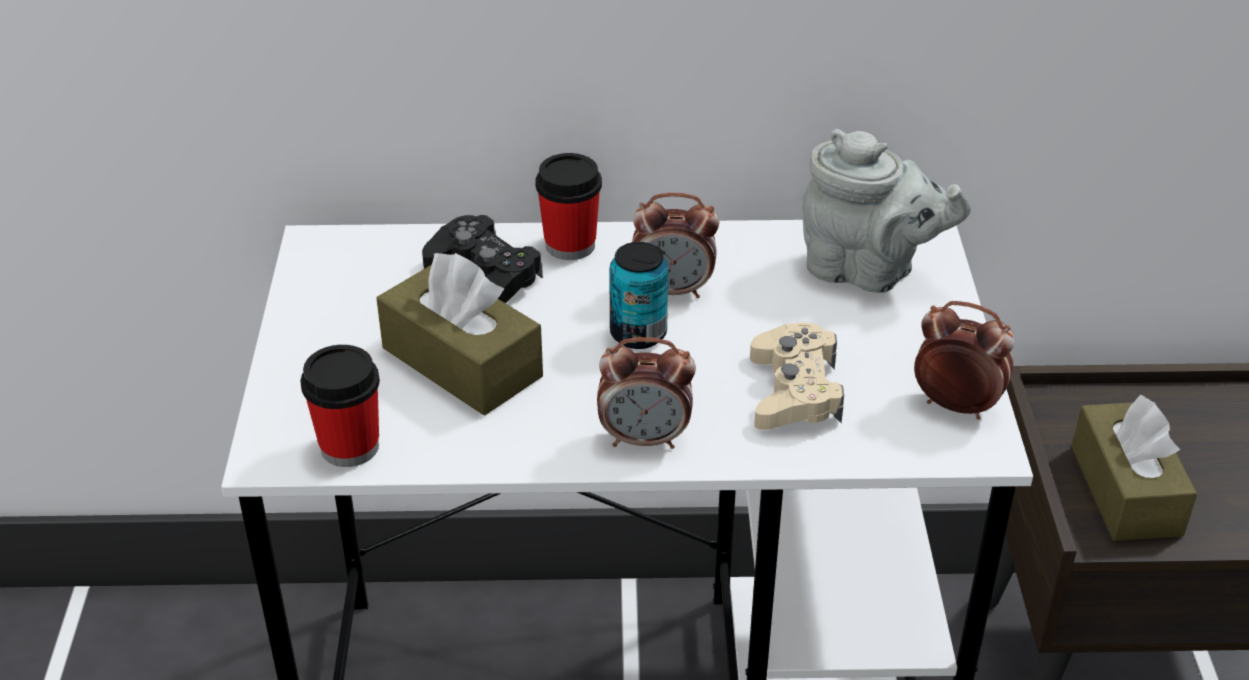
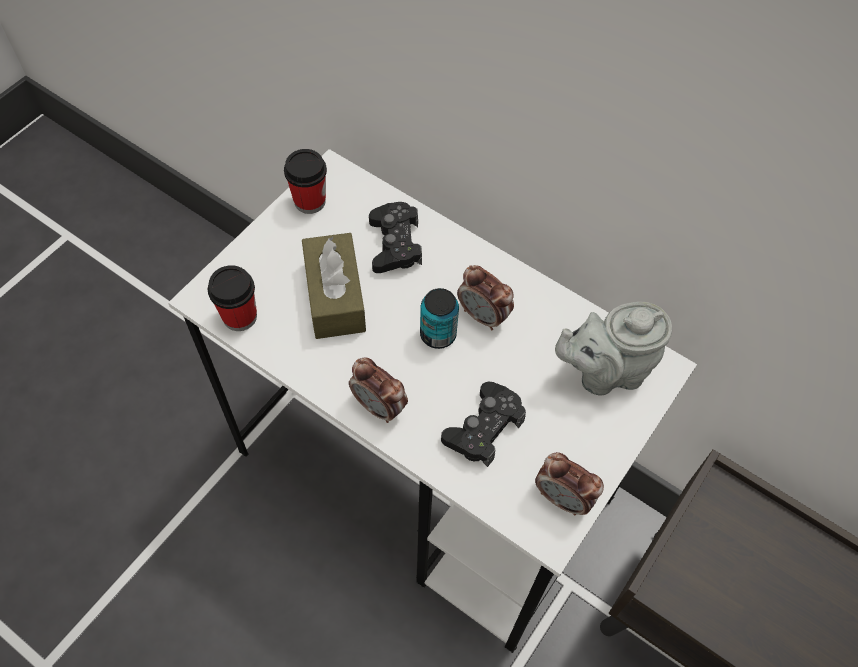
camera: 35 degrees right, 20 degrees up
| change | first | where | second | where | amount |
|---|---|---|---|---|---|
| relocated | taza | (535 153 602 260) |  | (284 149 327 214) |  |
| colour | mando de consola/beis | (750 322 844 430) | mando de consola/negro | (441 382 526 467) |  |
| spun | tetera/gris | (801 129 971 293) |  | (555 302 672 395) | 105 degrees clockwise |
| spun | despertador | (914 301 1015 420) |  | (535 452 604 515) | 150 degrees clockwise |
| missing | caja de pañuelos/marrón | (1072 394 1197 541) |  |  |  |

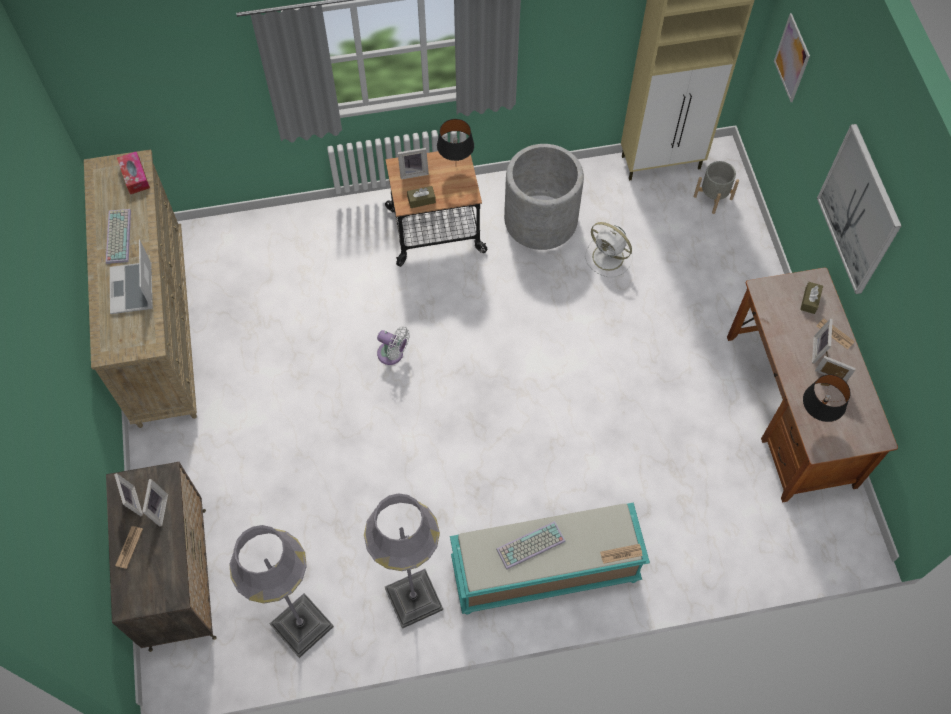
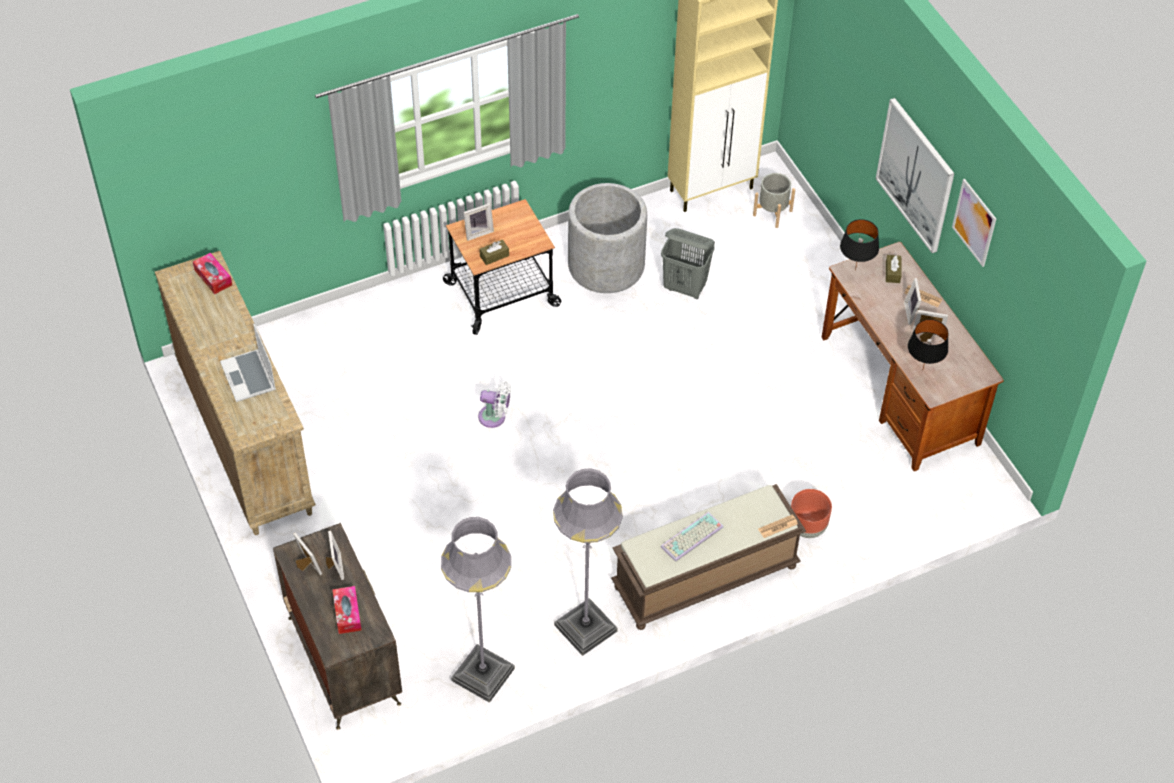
camera: 15 degrees left, 10 degrees down
| change | first | where | second | where | amount |
|---|---|---|---|---|---|
| missing | teclado | (106 209 131 264) |  |  |  |
| missing | periódico | (115 526 143 569) |  |  |  |
| relocated | lámpara de mesa/negro | (437 119 474 161) |  | (840 219 879 271) |  |
| colour | banco/turquesa | (450 503 650 614) | banco/marrón | (611 484 806 630) |  |
| exchanged | ventilador/blanco | (585 222 633 277) | cesto de la ropa/gris | (661 228 715 299) |  |
| relocated | cuadro | (774 13 810 102) |  | (952 179 996 267) |  |
| appeared |  |  | caja de pañuelos | (332 586 361 634) |  |
| appeared |  |  | maceta/marrón | (791 489 832 538) |  |

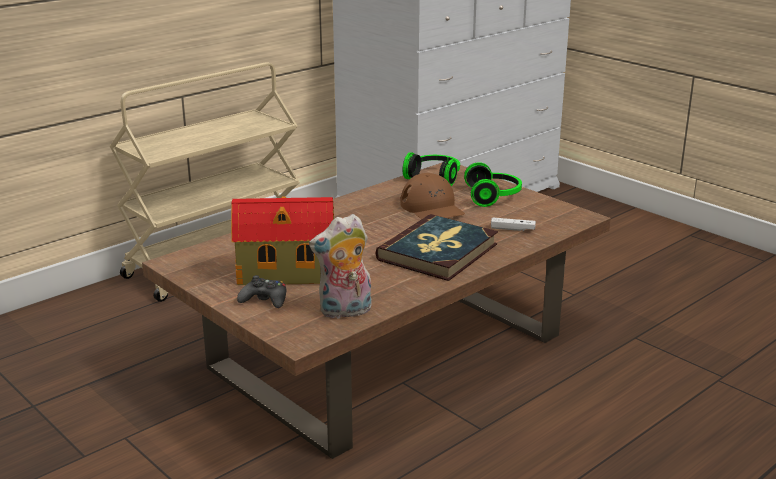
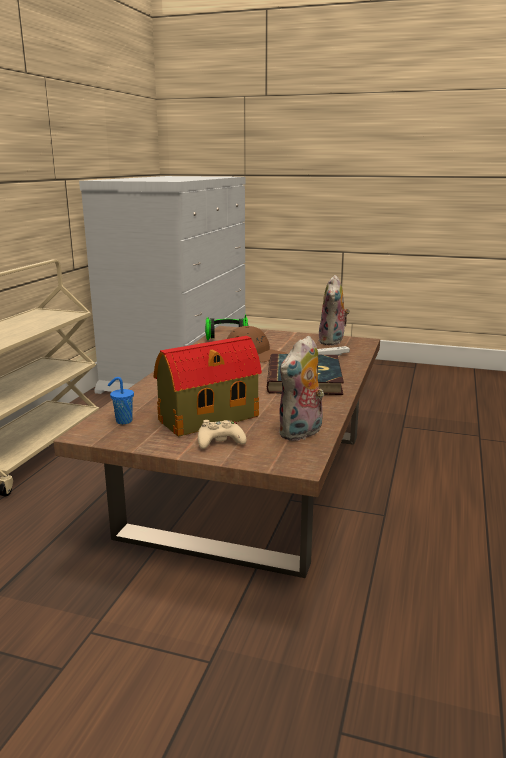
camera: 30 degrees left, 5 degrees down
| change | first | where | second | where | amount |
|---|---|---|---|---|---|
| colour | mando de consola/negro | (237 275 286 308) | mando de consola/beis | (198 420 247 449) |  |
| missing | auriculares | (464 162 522 207) |  |  |  |
| appeared |  |  | taza/azul | (108 377 134 424) |  |
| appeared |  |  | peluche | (318 275 350 346) |  |

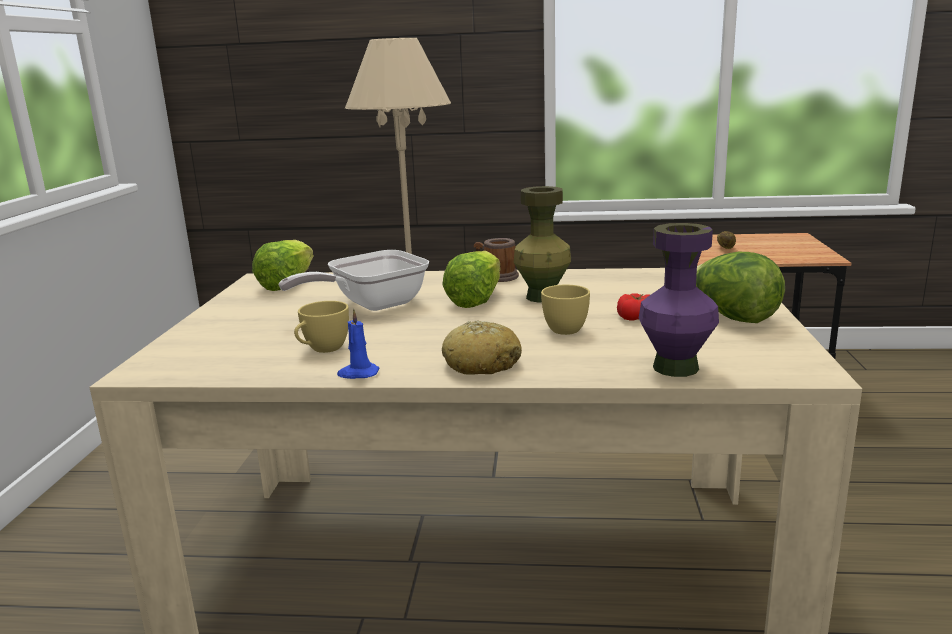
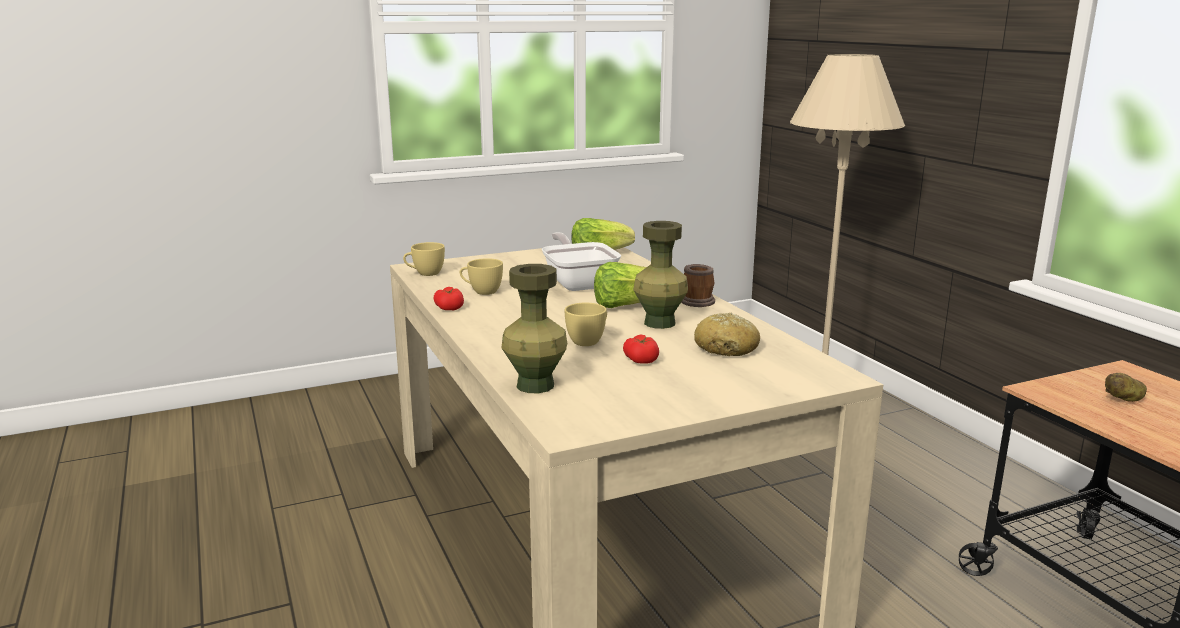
camera: 60 degrees right, 0 degrees up
| change | first | where | second | where | amount |
|---|---|---|---|---|---|
| spun | sartén | (279 250 429 311) |  | (542 232 621 291) | 45 degrees clockwise |
| exchanged | vela/azul | (337 308 379 379) | tomate | (433 287 464 310) |  |
| relocated | pan | (442 321 522 375) |  | (694 313 760 356) |  |
| colour | florero/morado | (639 223 719 377) | florero/verde | (501 264 567 393) |  |
| missing | lechuga | (696 252 785 323) |  |  |  |
| appeared |  |  | taza/amarillo | (403 242 445 276) |  |

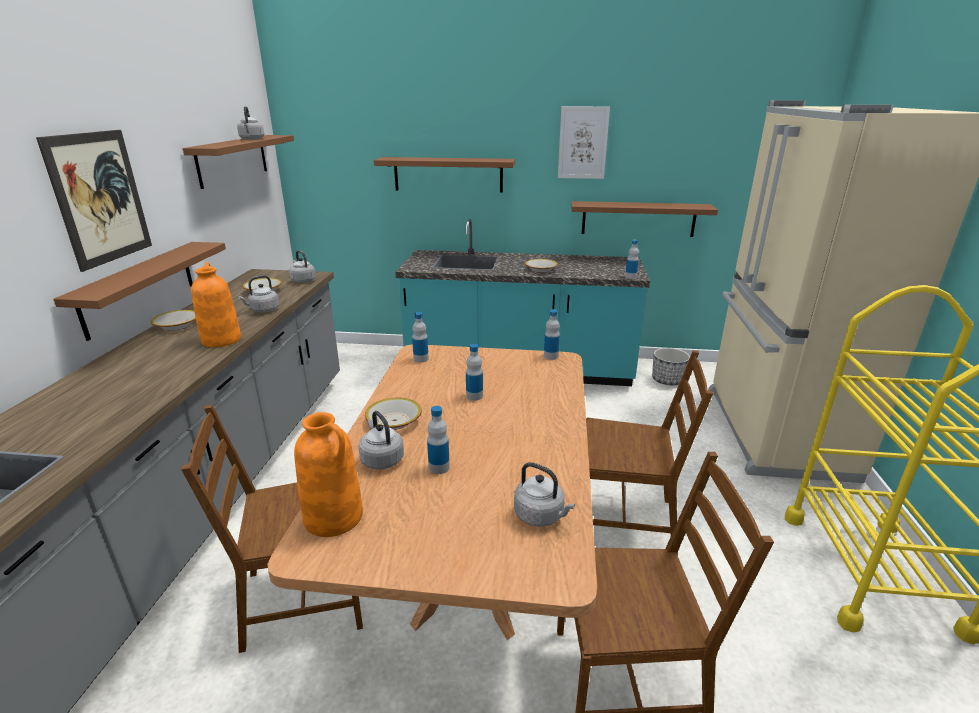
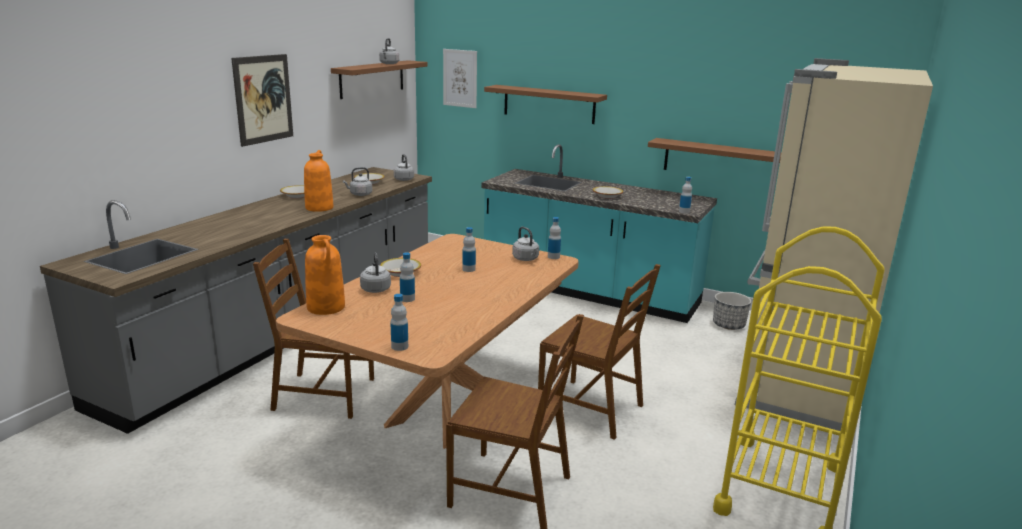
camera: 20 degrees right, 5 degrees down
| change | first | where | second | where | amount |
|---|---|---|---|---|---|
| missing | estante/marrón | (53 242 226 341) |  |  |  |
| relocated | botella | (412 312 429 363) |  | (390 294 408 351) |  |
| relocated | hervidor/gris | (514 462 575 527) |  | (512 227 539 261) |  |
| relocated | cuadro | (558 106 610 179) |  | (443 49 477 108) |  |

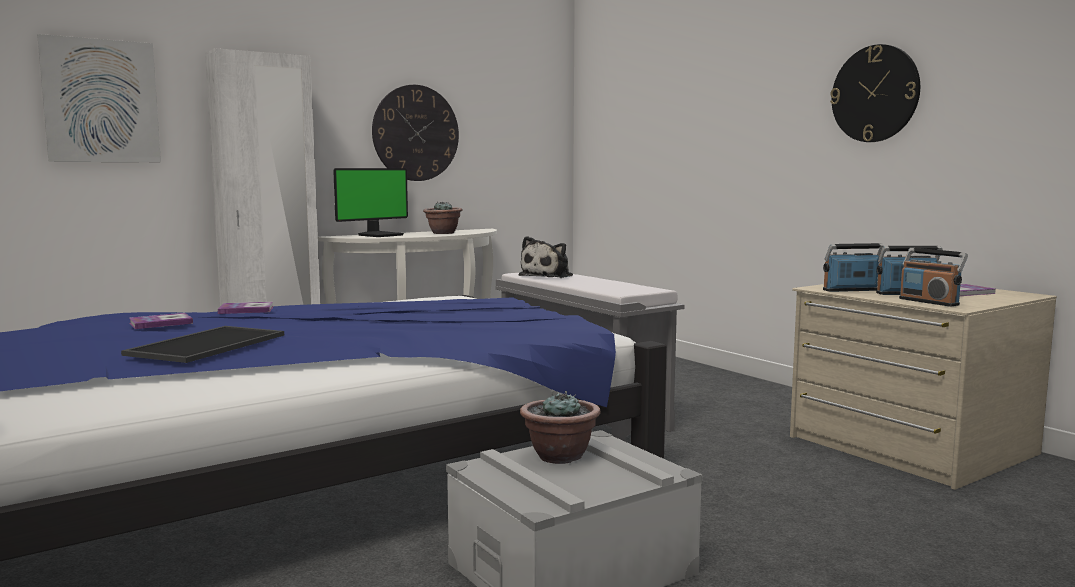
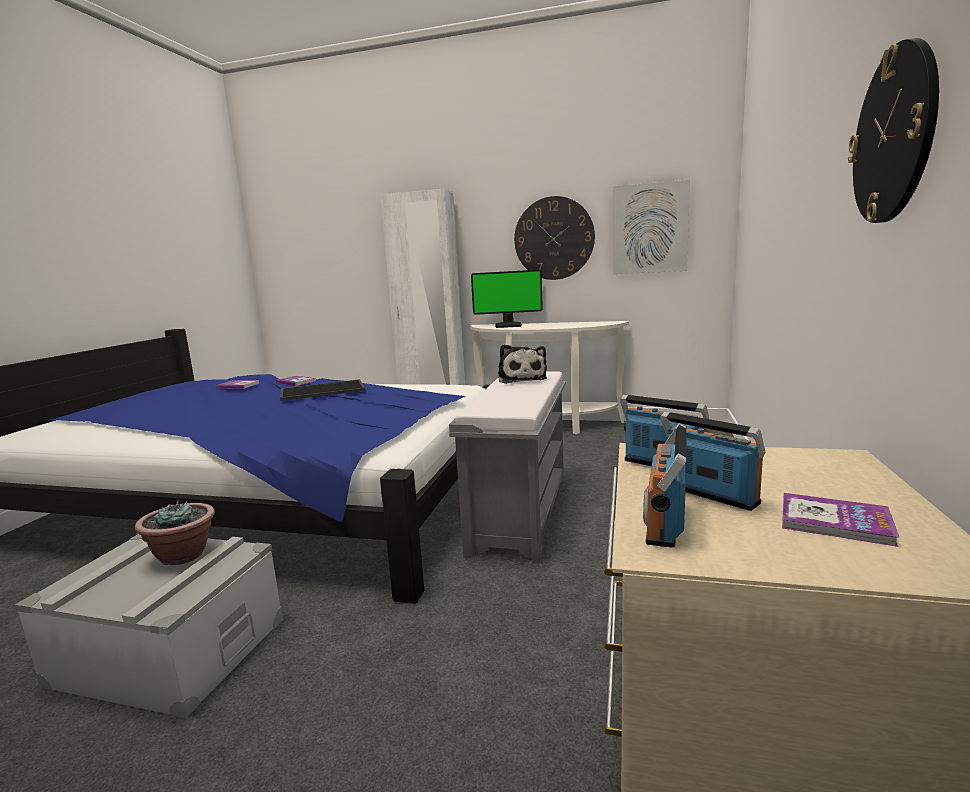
camera: 50 degrees right, 5 degrees up
| change | first | where | second | where | amount |
|---|---|---|---|---|---|
| relocated | cuadro | (37 34 161 162) |  | (613 180 690 274) |  |
| relocated | bandeja | (121 326 284 363) |  | (280 379 365 401) |  |
| missing | planta en maceta | (423 201 462 234) |  |  |  |
| spun | peluche | (519 236 573 278) |  | (498 344 547 384) | 90 degrees counterclockwise |

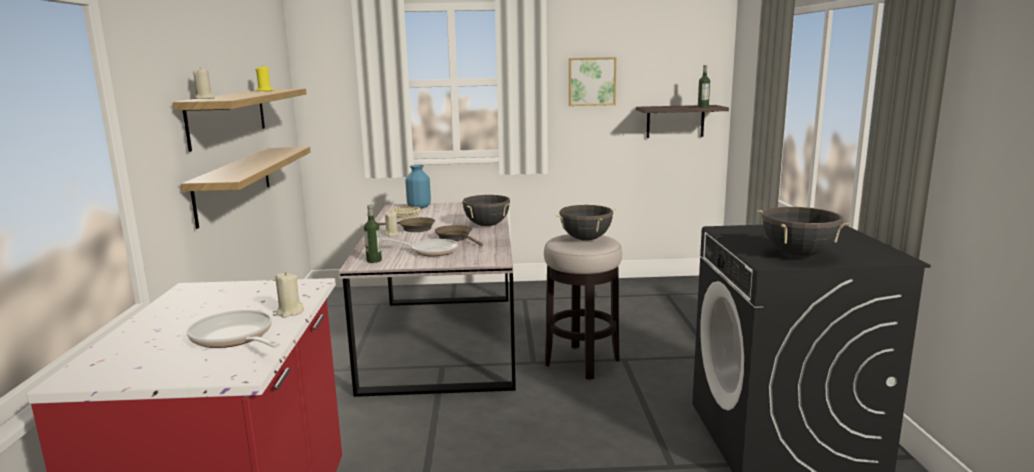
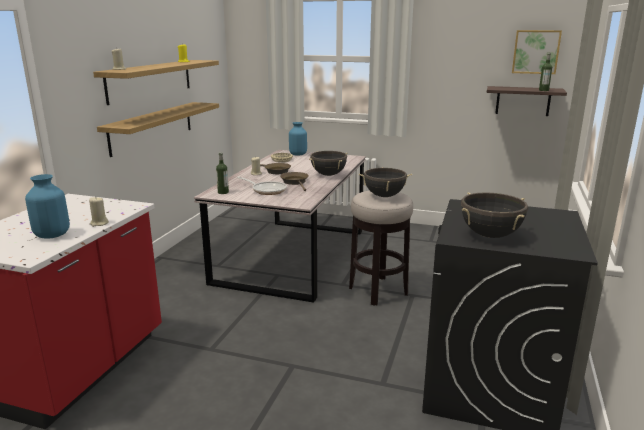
camera: 20 degrees right, 5 degrees up
| change | first | where | second | where | amount |
|---|---|---|---|---|---|
| exchanged | sartén | (187 310 280 348) | florero/azul | (25 174 70 239) |  |
| relocated | cuadro | (569 57 616 106) |  | (512 30 562 74) |  |

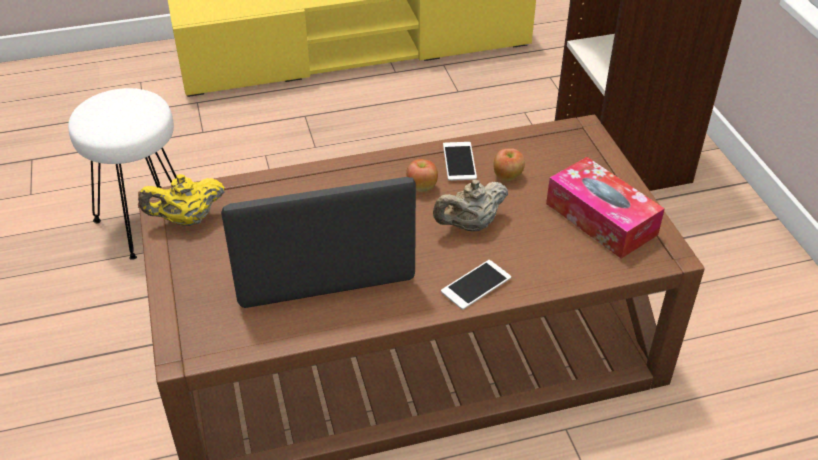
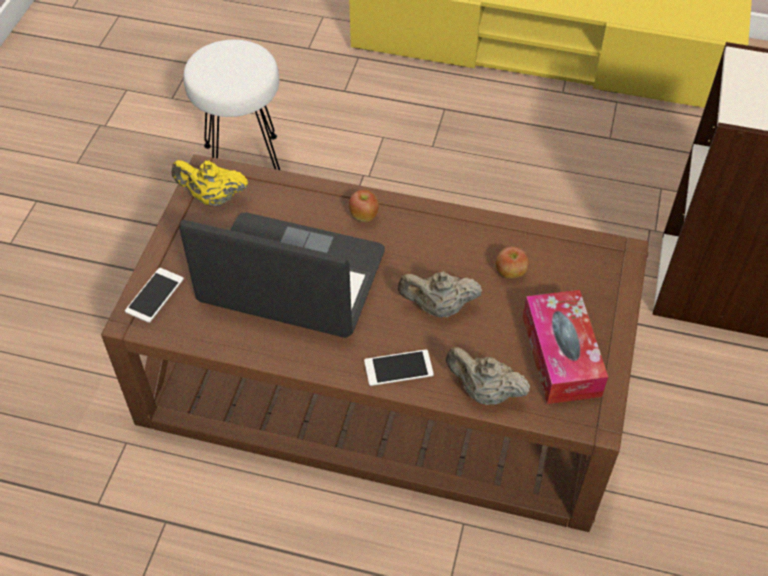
camera: 30 degrees right, 10 degrees up
| change | first | where | second | where | amount |
|---|---|---|---|---|---|
| relocated | manzana | (406 159 438 192) |  | (349 190 379 222) |  |
| relocated | móvil | (443 142 477 181) |  | (125 268 184 323) |  |
| appeared |  |  | tetera/beis | (446 347 530 405) |  |

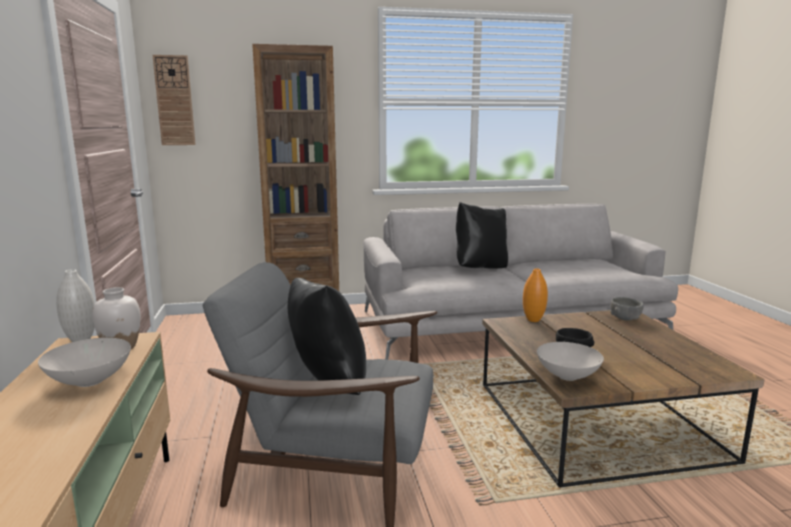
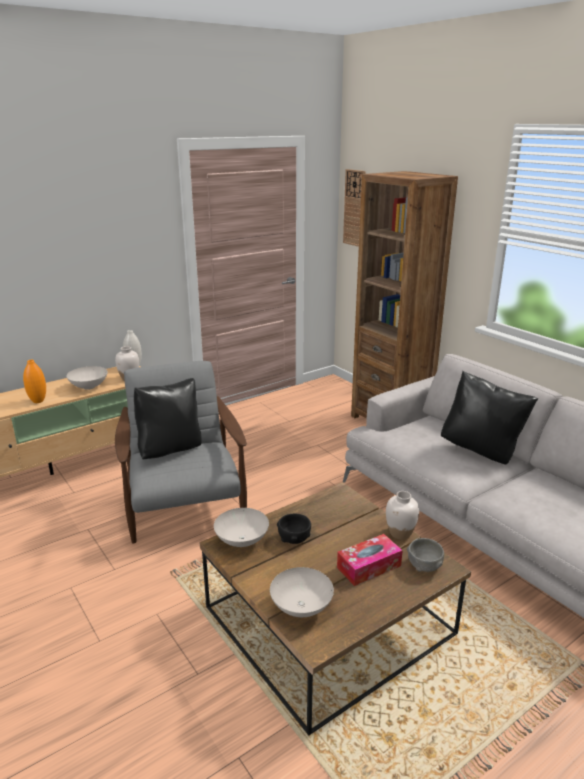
camera: 65 degrees right, 10 degrees up
| change | first | where | second | where | amount |
|---|---|---|---|---|---|
| relocated | florero/naranja | (523 268 548 322) |  | (23 360 46 403) |  |
| appeared |  |  | cuenco/blanco | (270 567 334 617) |  |
| appeared |  |  | caja de pañuelos | (337 534 403 586) |  |
| appeared |  |  | florero/blanco | (386 491 419 540) |  |

